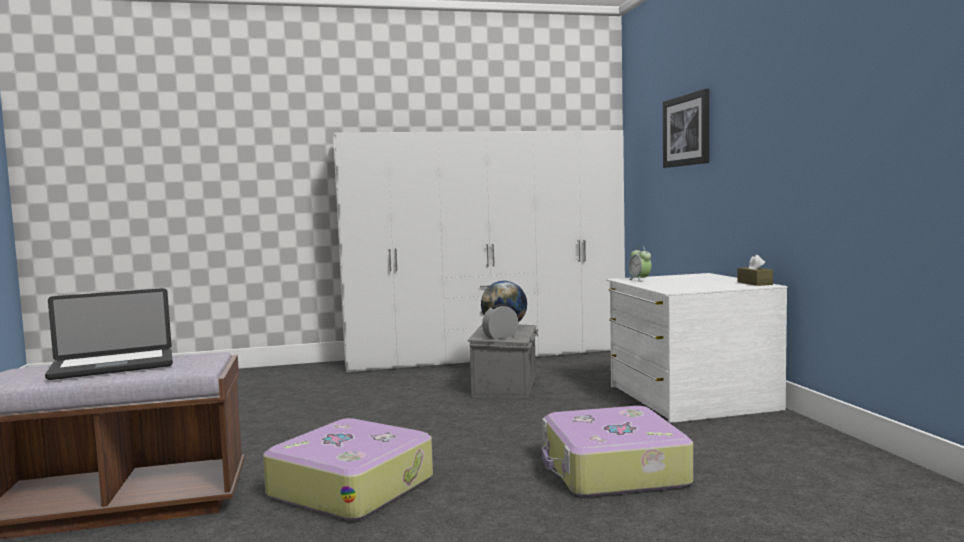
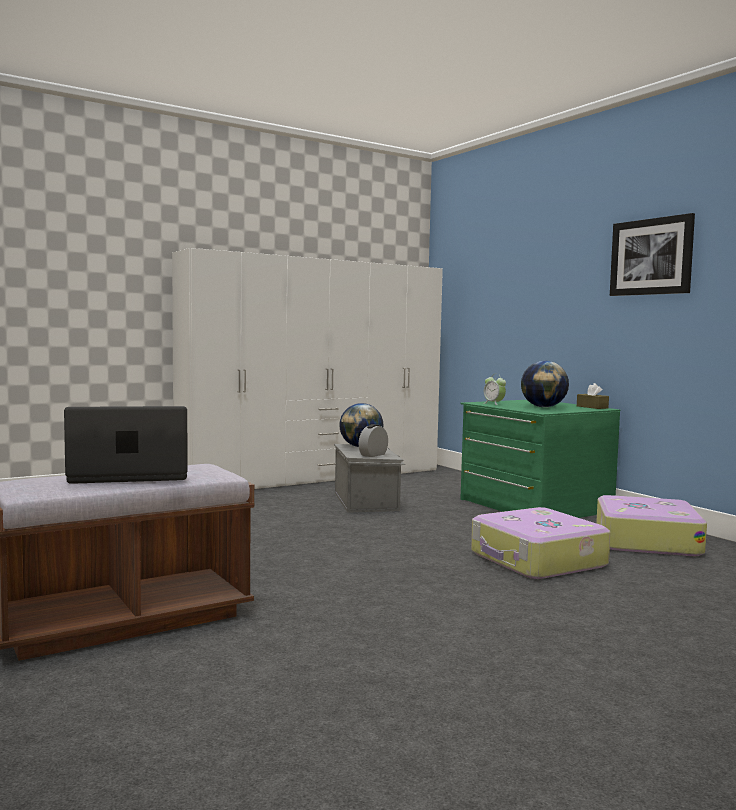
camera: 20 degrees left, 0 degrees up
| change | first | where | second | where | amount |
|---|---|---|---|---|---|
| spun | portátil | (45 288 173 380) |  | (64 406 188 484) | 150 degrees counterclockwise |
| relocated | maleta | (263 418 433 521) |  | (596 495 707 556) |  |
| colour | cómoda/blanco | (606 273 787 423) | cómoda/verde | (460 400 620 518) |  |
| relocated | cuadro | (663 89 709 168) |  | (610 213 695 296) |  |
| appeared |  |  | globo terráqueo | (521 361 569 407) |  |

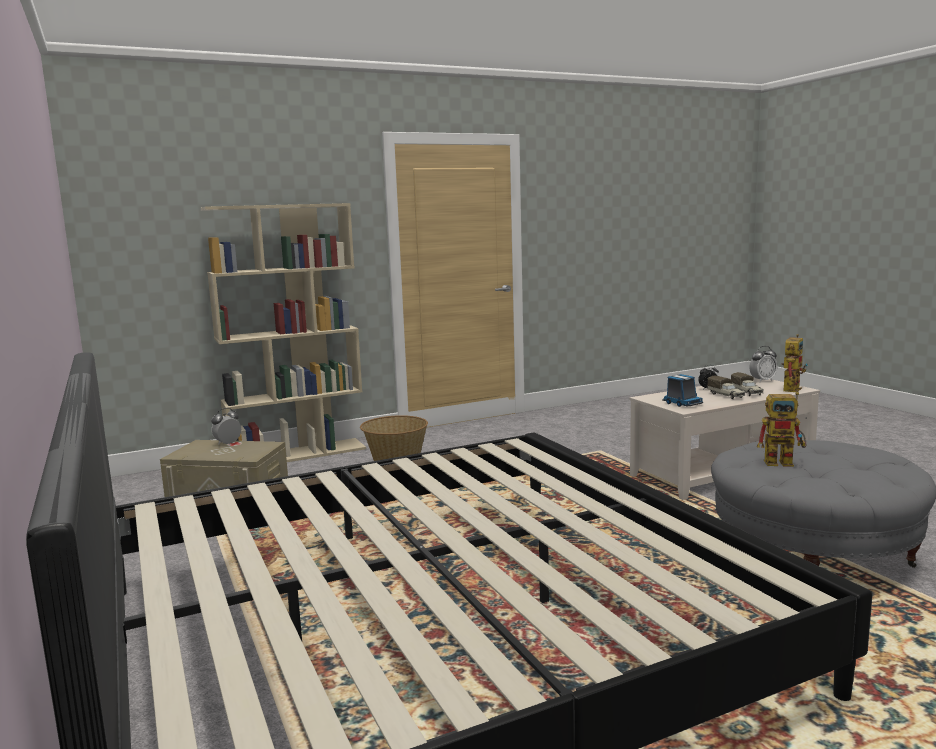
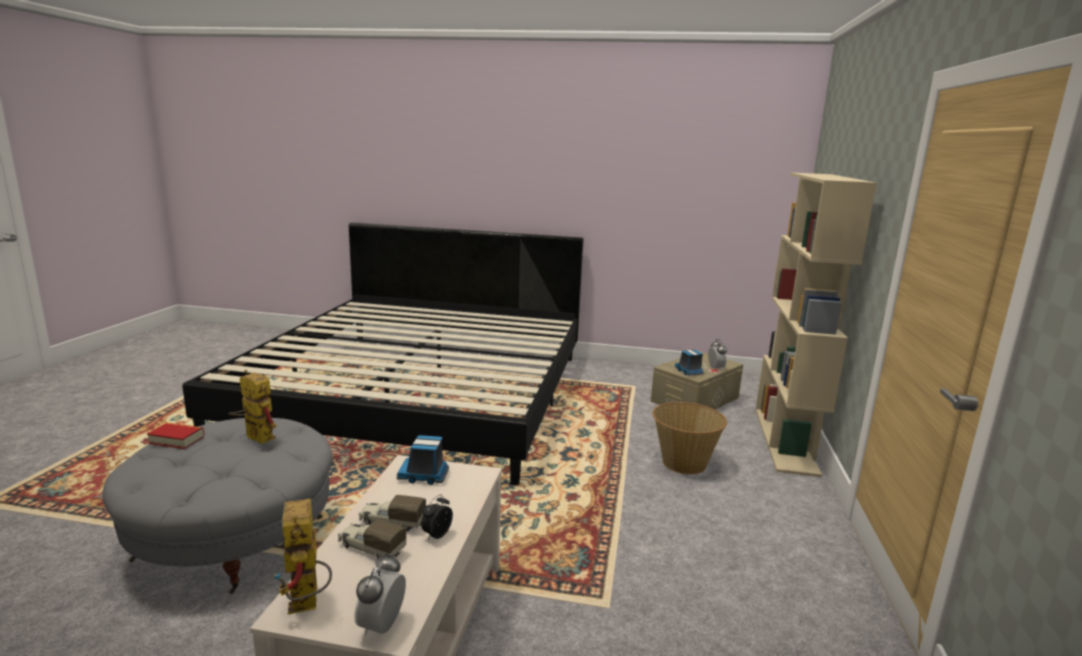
camera: 125 degrees right, 5 degrees up
| change | first | where | second | where | amount |
|---|---|---|---|---|---|
| spun | robot de juguete | (757 392 806 467) |  | (228 370 277 444) | 75 degrees clockwise |
| appeared |  |  | libro | (147 423 205 449) |  |
| appeared |  |  | camión de juguete | (675 350 704 375) |  |

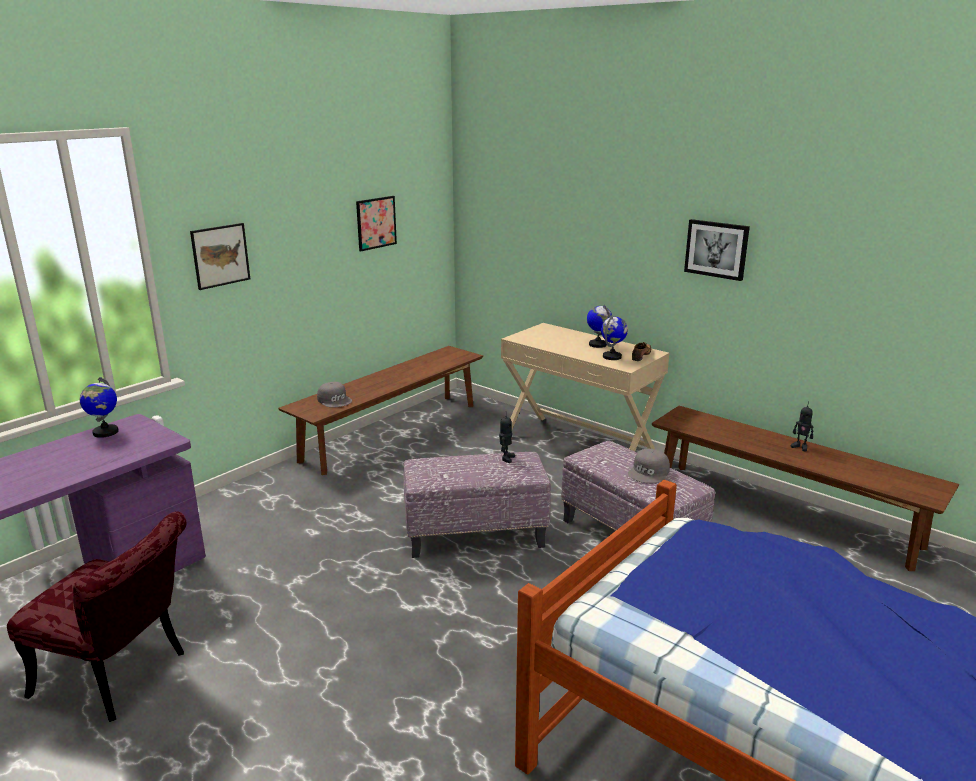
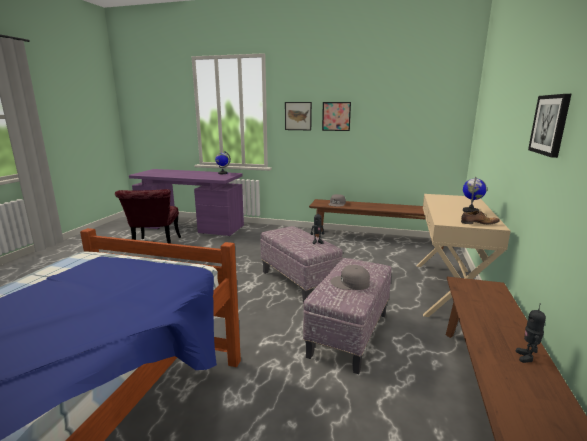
camera: 65 degrees right, 5 degrees down
| change | first | where | second | where | amount |
|---|---|---|---|---|---|
| relocated | cuadro | (356 196 397 251) |  | (322 102 351 131) |  |
| missing | globo terráqueo | (601 315 628 360) |  |  |  |

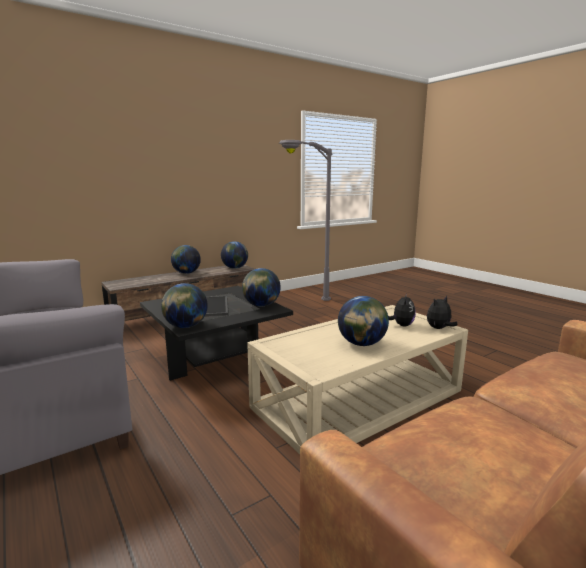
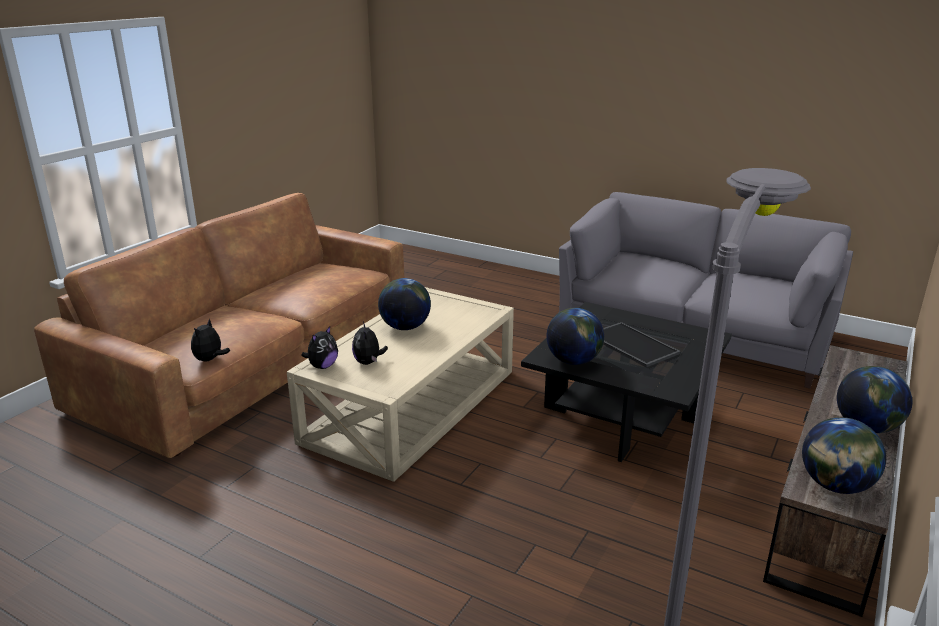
camera: 155 degrees right, 10 degrees up
| change | first | where | second | where | amount |
|---|---|---|---|---|---|
| missing | globo terráqueo | (161 283 208 328) |  |  |  |
| appeared |  |  | peluche | (191 319 230 361) |  |

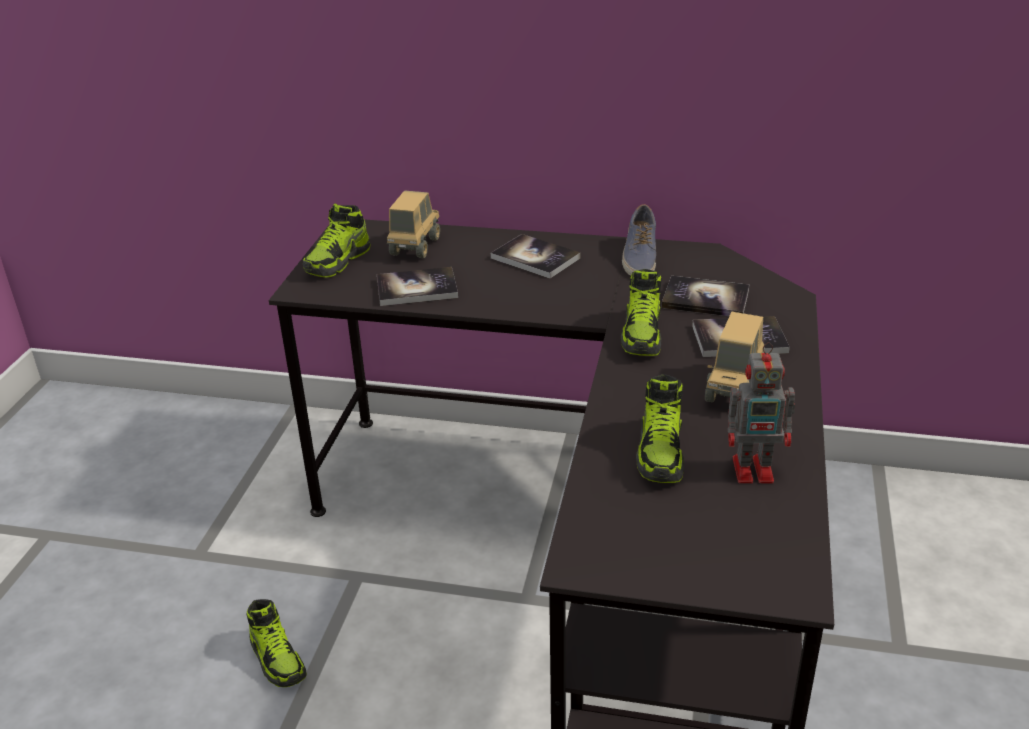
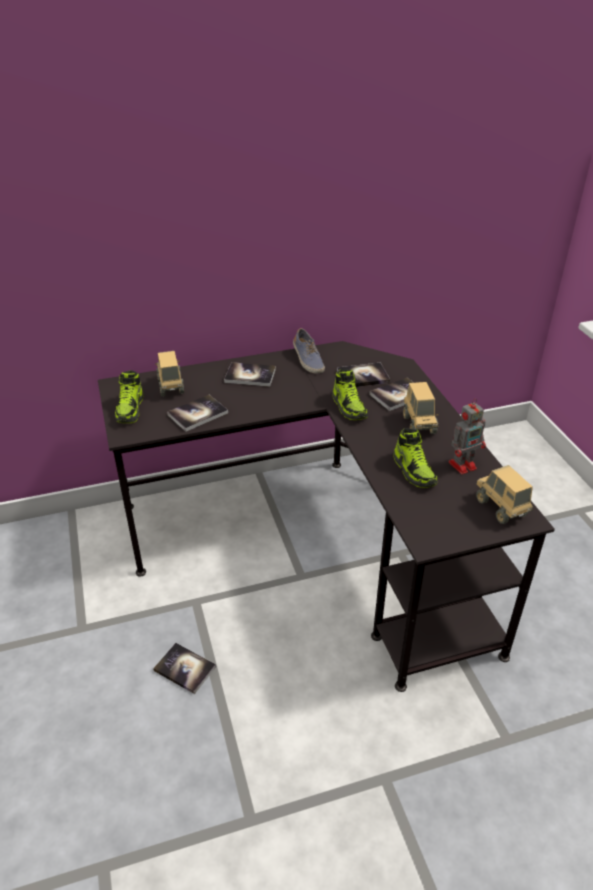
camera: 30 degrees left, 5 degrees up
| change | first | where | second | where | amount |
|---|---|---|---|---|---|
| exchanged | zapato | (246 599 307 687) | libro | (153 643 216 694) |  |
| appeared |  |  | camión de juguete | (476 465 533 524) |  |

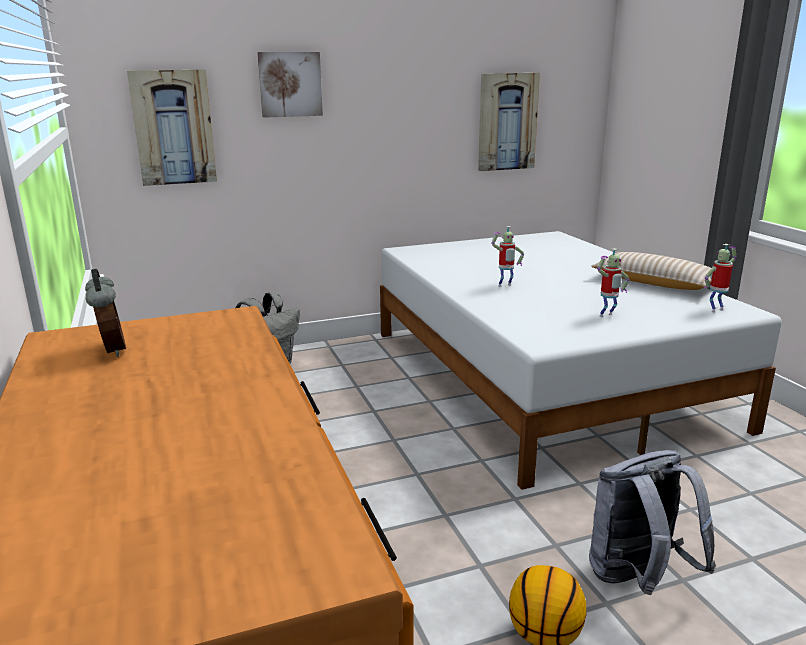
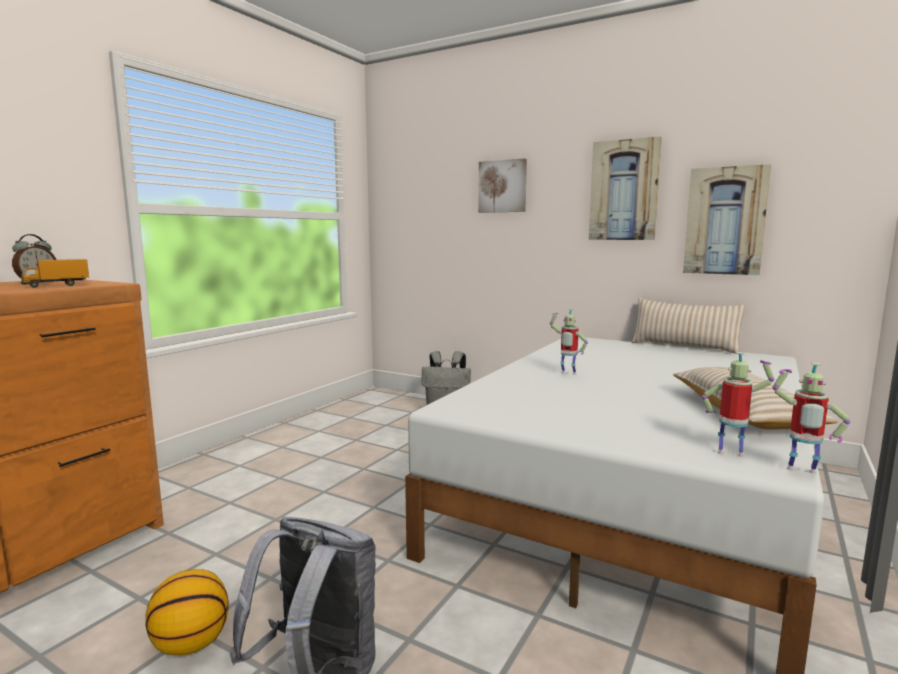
camera: 50 degrees right, 10 degrees down
| change | first | where | second | where | amount |
|---|---|---|---|---|---|
| relocated | cuadro | (127 70 217 186) |  | (589 136 662 240) |  |
| relocated | robot de juguete | (597 248 629 317) |  | (772 362 850 474) |  |
| appeared |  |  | camión de juguete | (21 259 89 288) |  |
| appeared |  |  | cojín/beis | (632 298 746 354) |  |

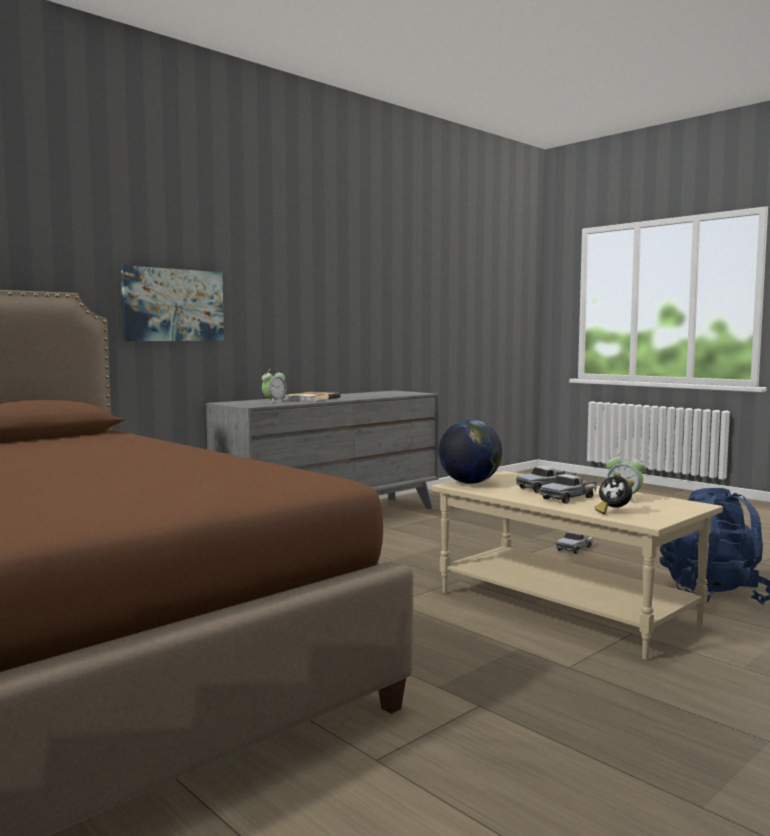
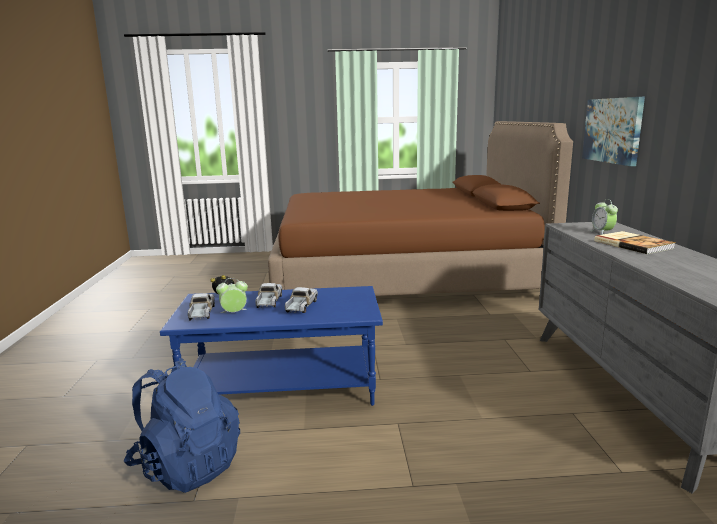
camera: 130 degrees right, 10 degrees up
| change | first | where | second | where | amount |
|---|---|---|---|---|---|
| colour | mesa de centro/beis | (431 471 723 660) | mesa de centro/azul | (160 286 383 406) |  |
| missing | globo terráqueo | (439 420 502 484) |  |  |  |
| relocated | camión de juguete | (556 532 593 554) |  | (188 293 215 320) |  |

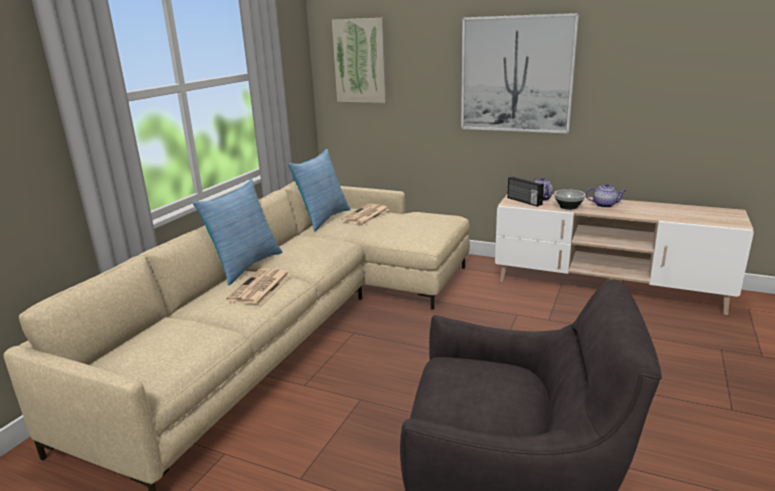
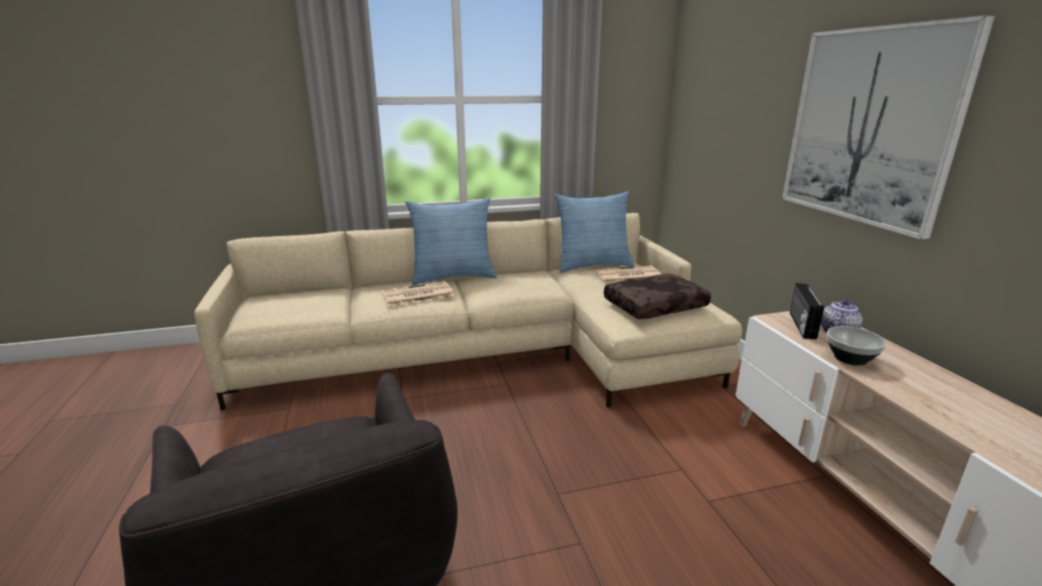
camera: 50 degrees right, 0 degrees up
| change | first | where | second | where | amount |
|---|---|---|---|---|---|
| missing | cuadro | (332 18 387 103) |  |  |  |
| missing | tetera | (586 184 626 208) |  |  |  |
| appeared |  |  | cojín/marrón | (604 274 711 319) |  |

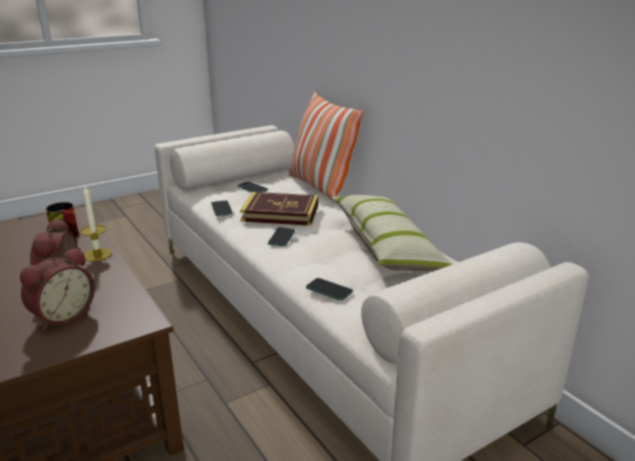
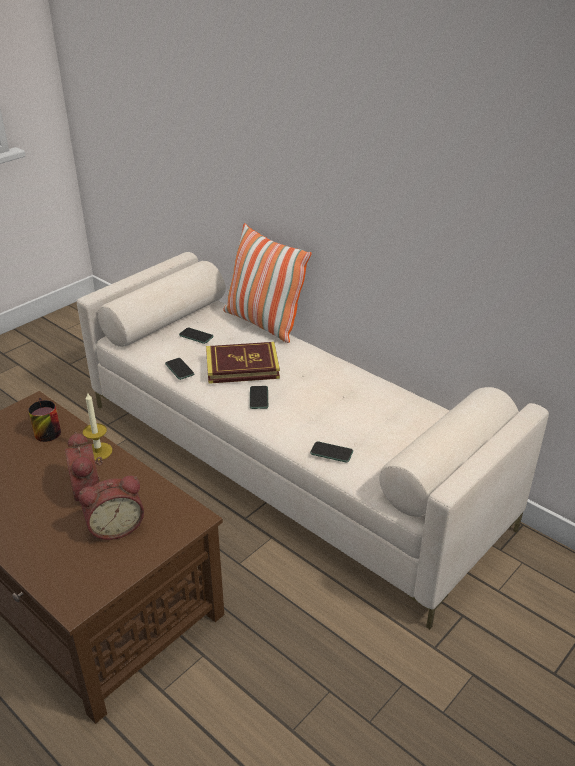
camera: 15 degrees left, 10 degrees up
| change | first | where | second | where | amount |
|---|---|---|---|---|---|
| spun | despertador | (20 247 95 330) |  | (79 476 144 540) | 45 degrees clockwise |
| missing | cojín | (331 195 453 271) |  |  |  |

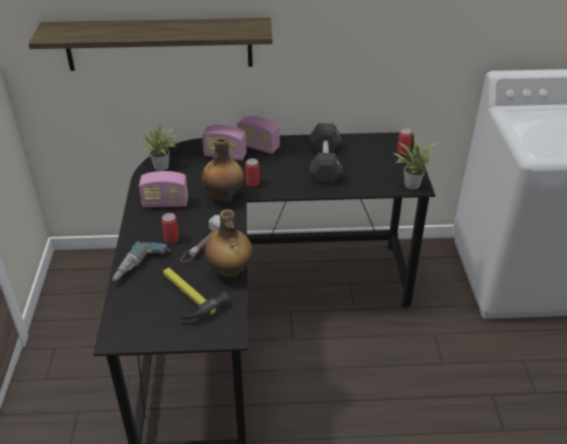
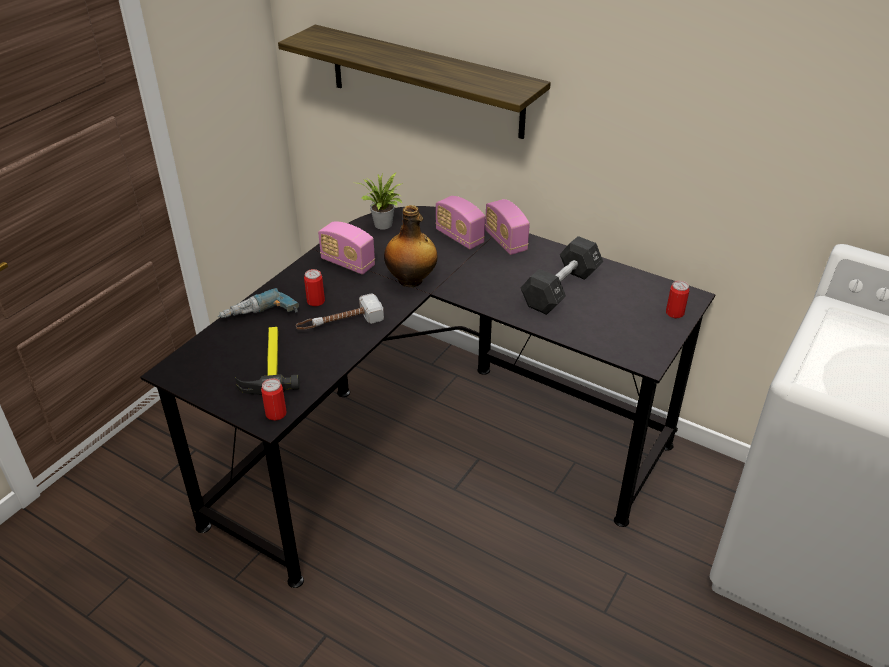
camera: 35 degrees right, 0 degrees up
| change | first | where | second | where | amount |
|---|---|---|---|---|---|
| missing | botella | (204 209 253 279) |  |  |  |
| relocated | lata | (245 158 260 187) |  | (261 378 287 420) |  |
| missing | planta en maceta | (394 137 437 189) |  |  |  |

